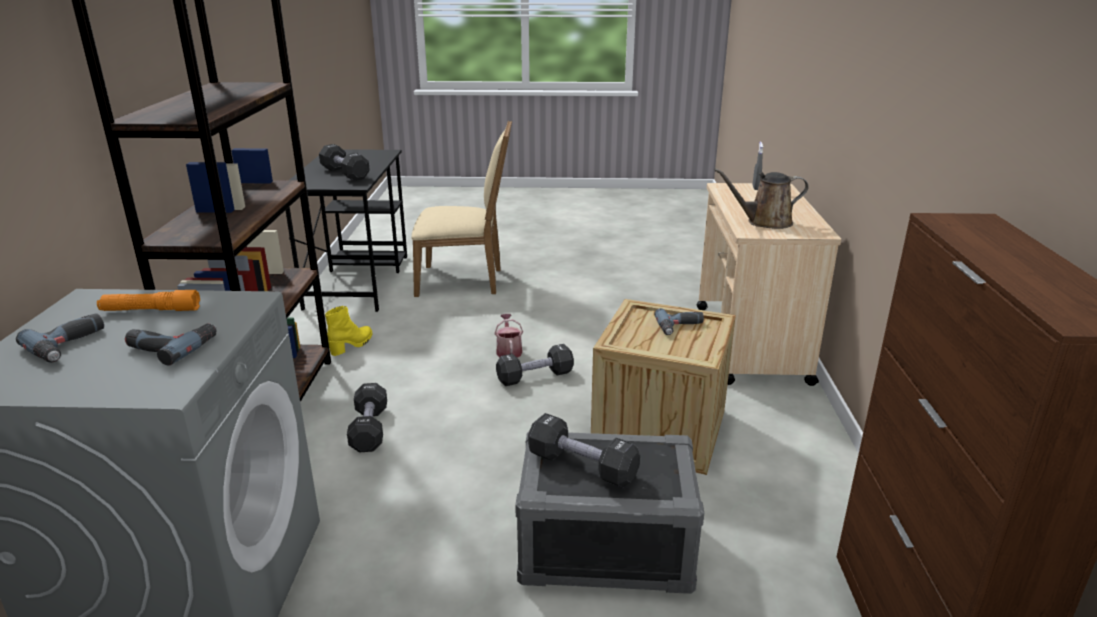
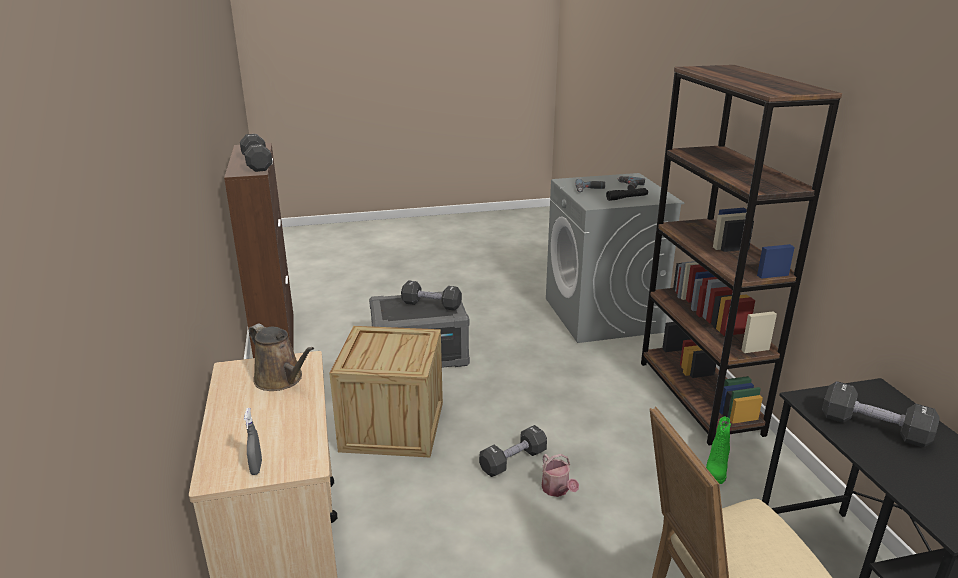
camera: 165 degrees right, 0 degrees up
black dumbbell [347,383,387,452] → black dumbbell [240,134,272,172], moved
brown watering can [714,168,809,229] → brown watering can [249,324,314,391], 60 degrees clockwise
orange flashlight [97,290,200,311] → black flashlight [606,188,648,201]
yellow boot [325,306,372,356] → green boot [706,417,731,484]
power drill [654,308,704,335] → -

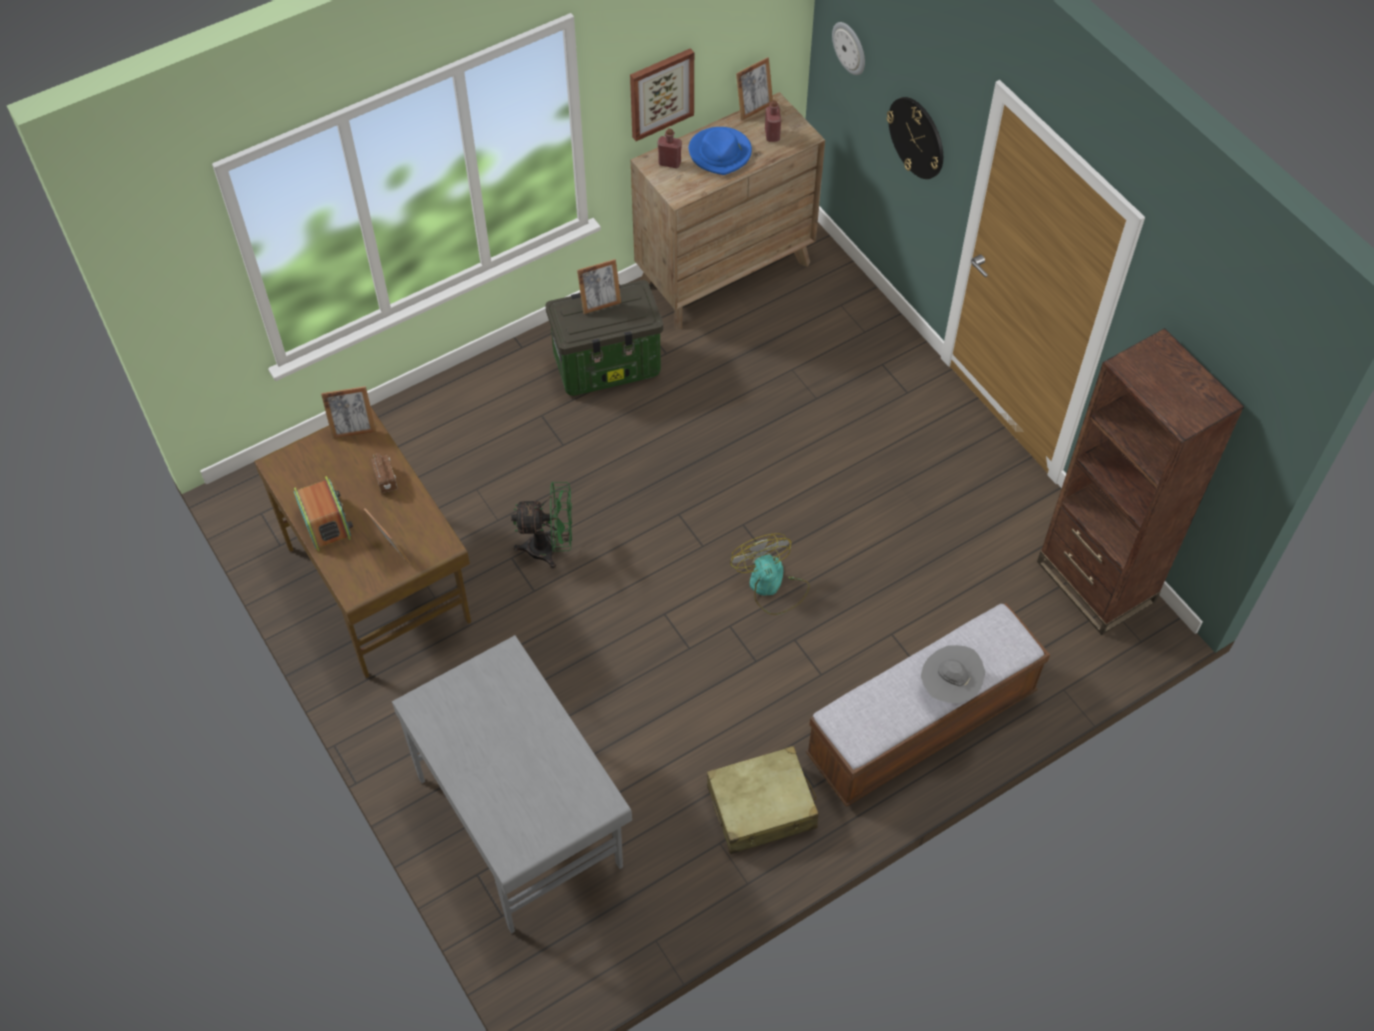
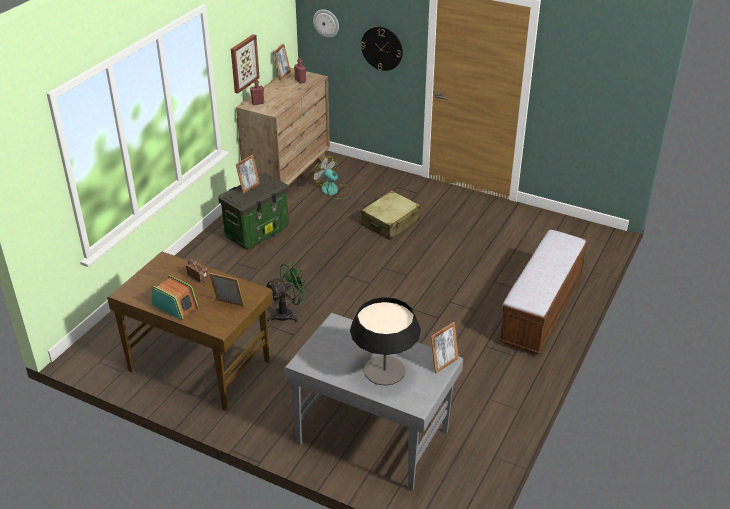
camera: 30 degrees left, 20 degrees down
fan [730,533,810,615] → fan [312,156,352,199], moved
- → table lamp [350,297,421,386]
beige suitcase [707,746,819,854] → beige suitcase [361,191,420,240], moved
picture frame [321,386,376,439] → picture frame [431,322,459,373], moved
blue hat [689,127,752,175] → -
grey hat [921,645,985,703] → -
brown bookcase [1037,328,1244,635] → -

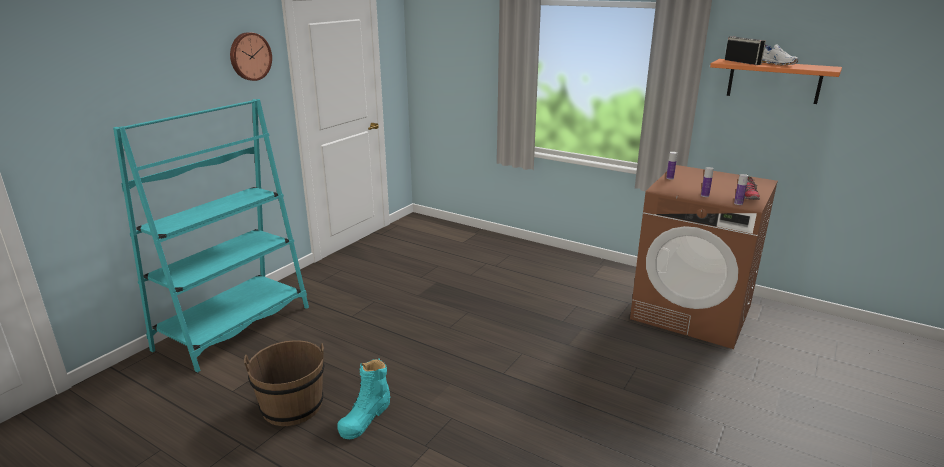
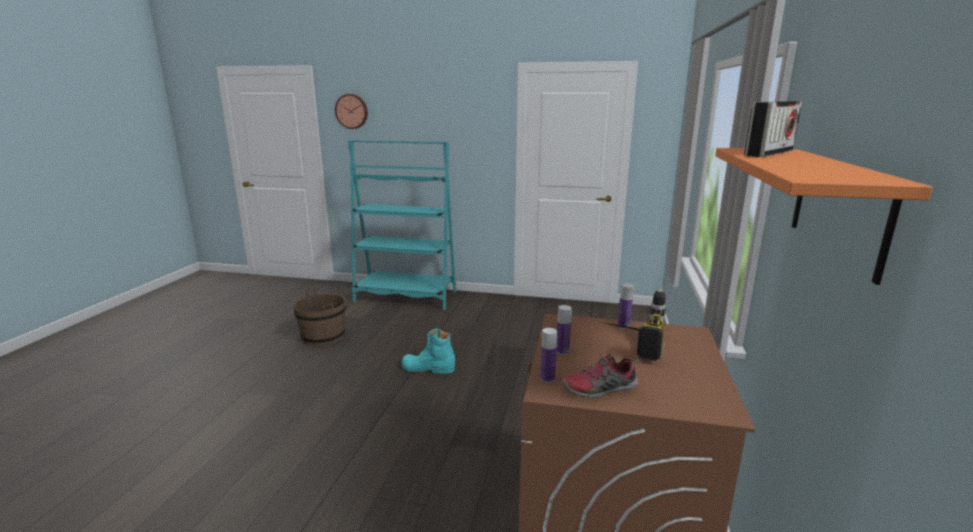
camera: 70 degrees right, 5 degrees down
wall clock [230,32,272,81] → wall clock [335,94,368,129], moved
turquoise boot [337,358,390,439] → turquoise boot [402,328,455,374], moved
- → power drill [601,286,666,361]
white shoe [762,45,798,66] → -

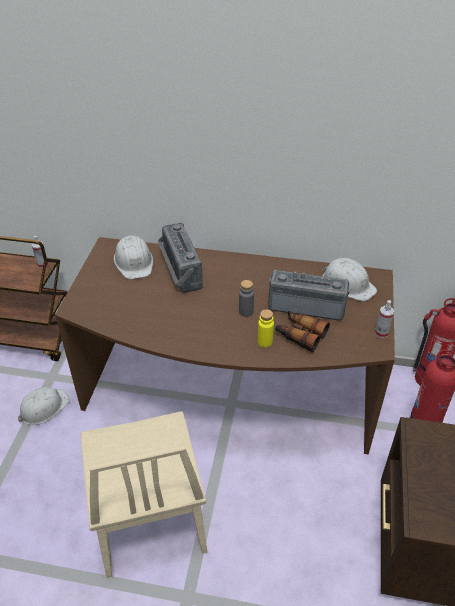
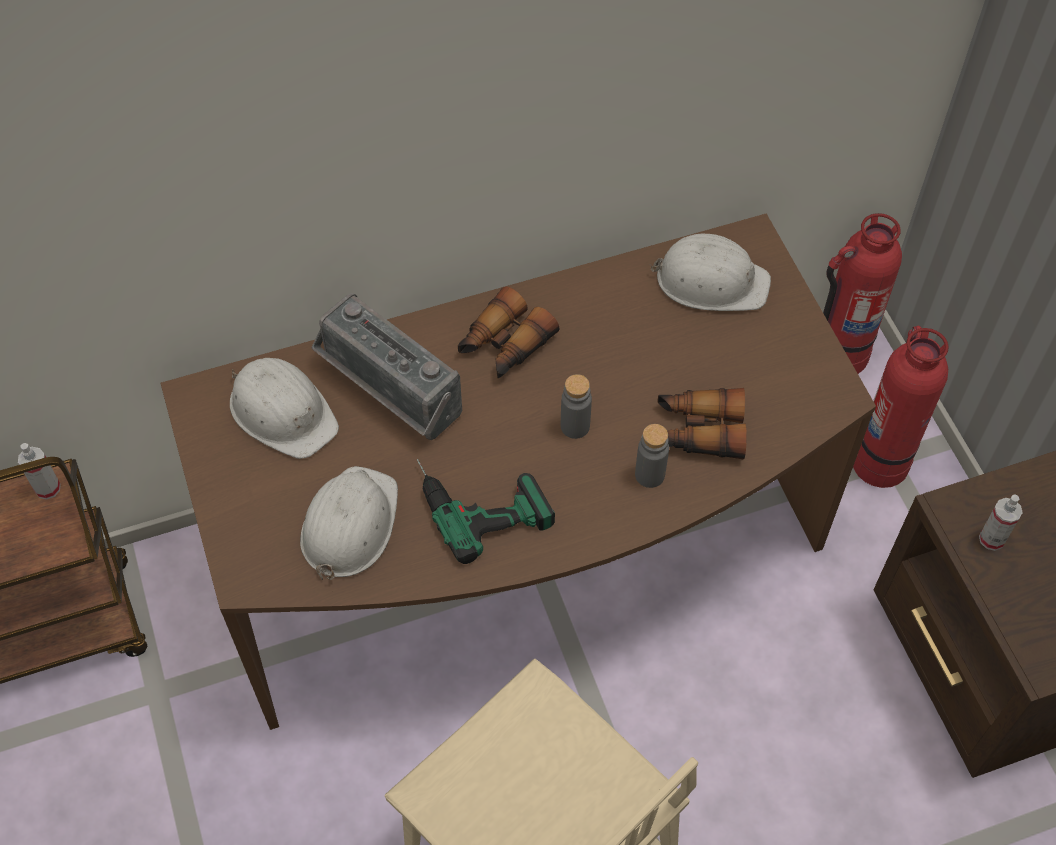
camera: 30 degrees left, 15 degrees up
white hard hat [18,387,70,425] → white hard hat [300,466,398,580], moved
- → power drill [417,459,555,564]
- → binoculars [458,286,560,378]
yellow bottle [258,309,274,347] → grey bottle [635,424,669,488]
spray bottle [375,300,394,338] → spray bottle [979,494,1023,551], moved
radio [268,269,350,321] → -

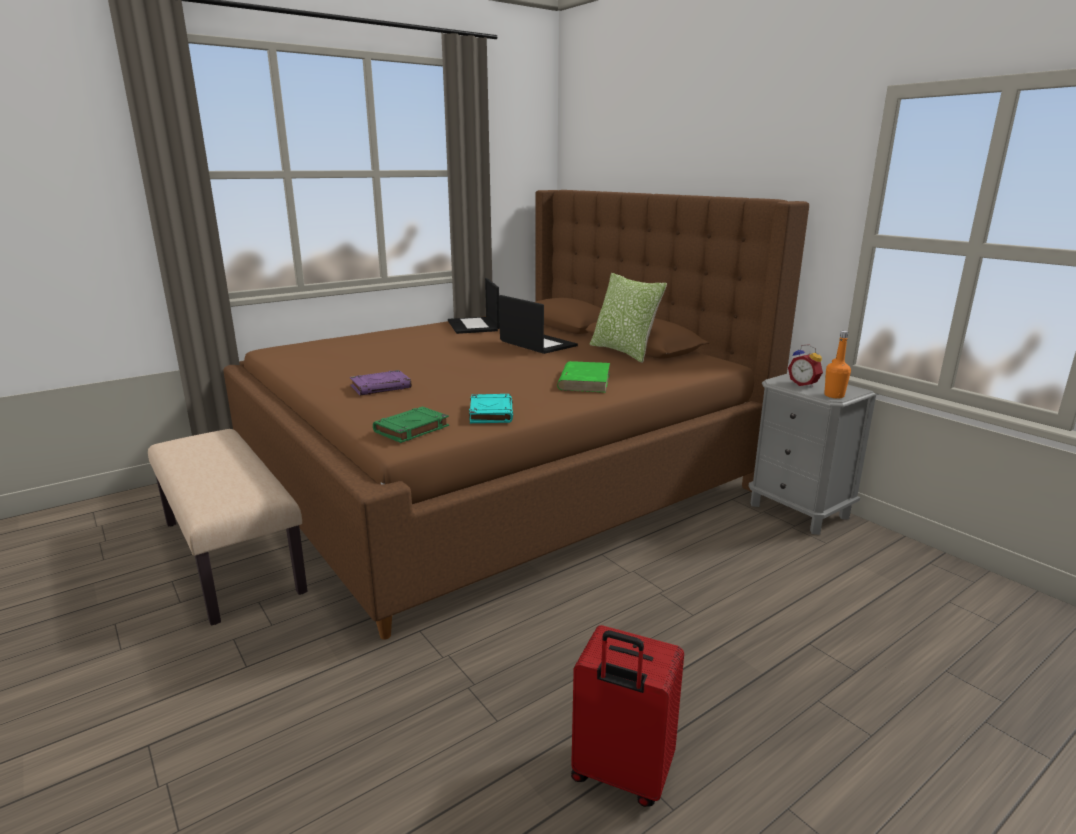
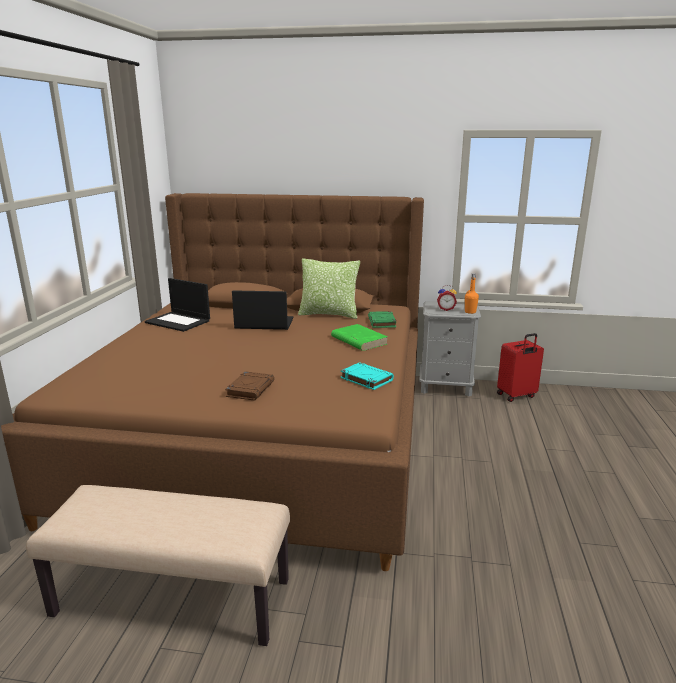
camera: 45 degrees left, 0 degrees up
purple book [350,370,411,396] → brown book [225,371,274,401]
green book [373,406,449,443] → green book [368,311,396,328], moved
red suitcase [571,625,684,807] → red suitcase [497,333,544,402], moved

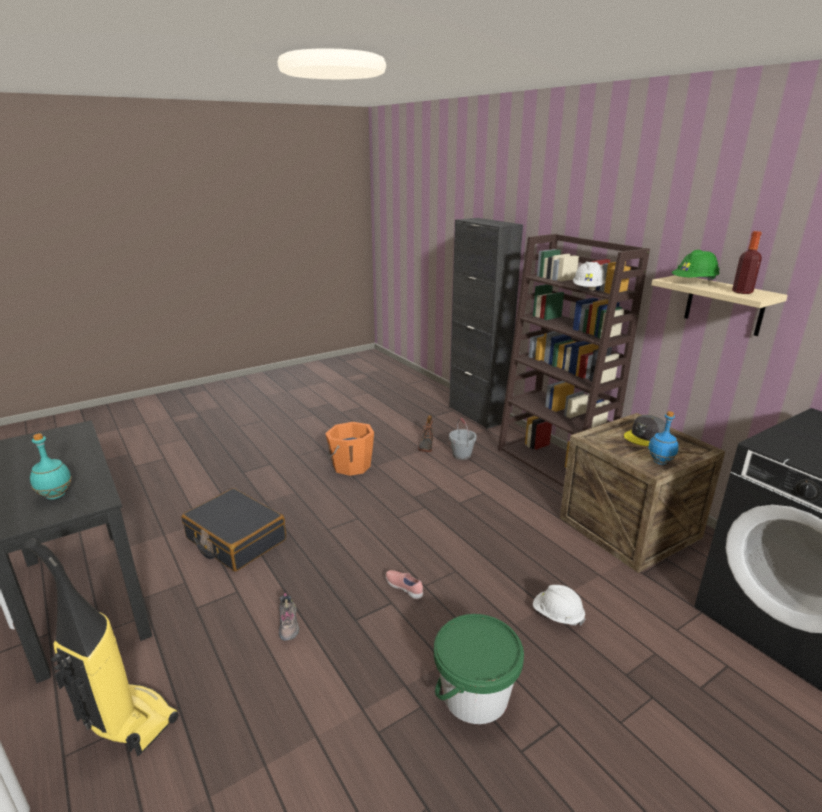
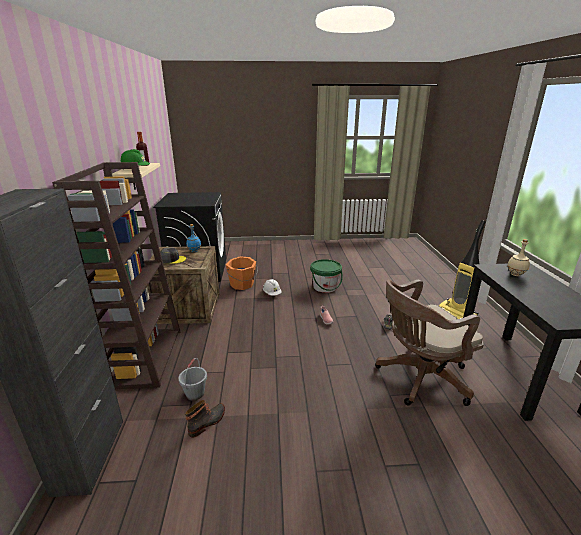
camera: 150 degrees left, 0 degrees up
orange bucket [325,422,374,476] → orange bucket [226,256,258,290], moved
black suitcase [181,488,286,571] → brown office chair [375,279,484,406]
turquoise bottle [30,433,72,499] → beige bottle [507,239,530,276]
white hard hat [573,261,605,287] → -

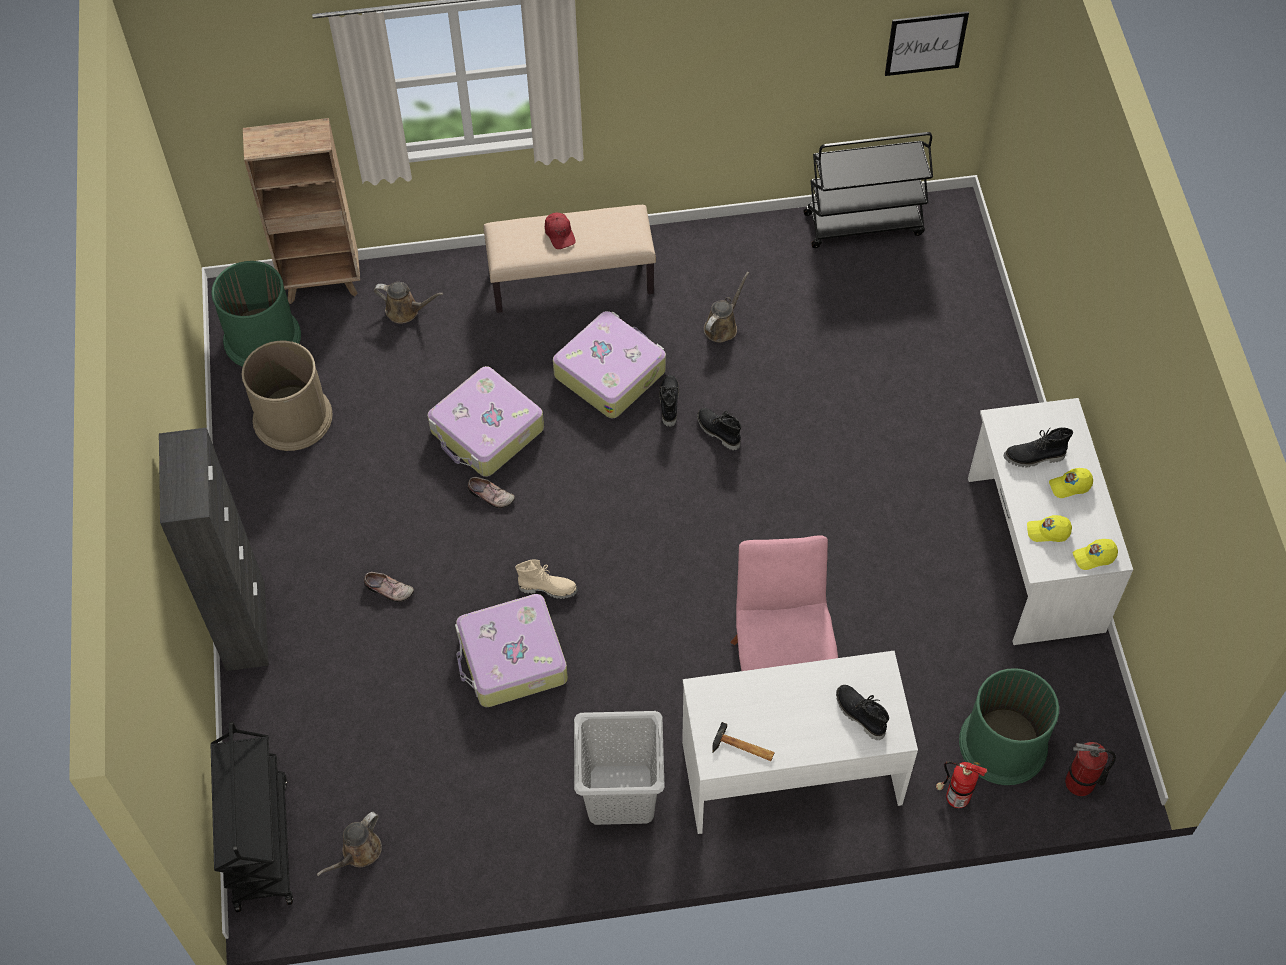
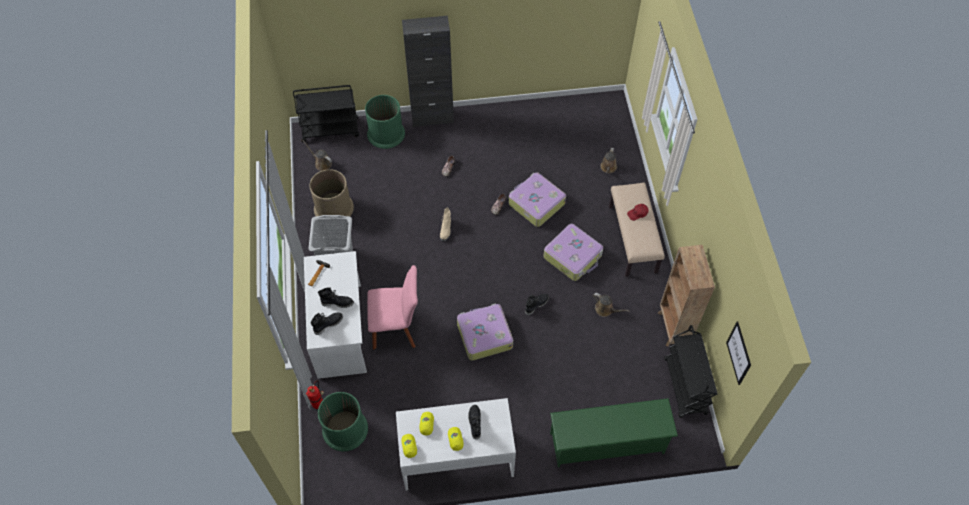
camera: 90 degrees right, 0 degrees up
brown trash can [242,341,333,451] → brown trash can [309,169,354,217], moved
black boot [659,375,679,427] → black boot [318,288,354,308], moved
green trash can [211,261,301,367] → green trash can [365,95,405,149], moved
suitcase [455,594,568,707] → suitcase [457,303,513,360], moved
- → green shoe rack [550,398,678,467]
brown bookcase [243,118,360,304] → brown bookcase [658,245,715,347], moved
fire extinguisher [1065,742,1116,796] → -

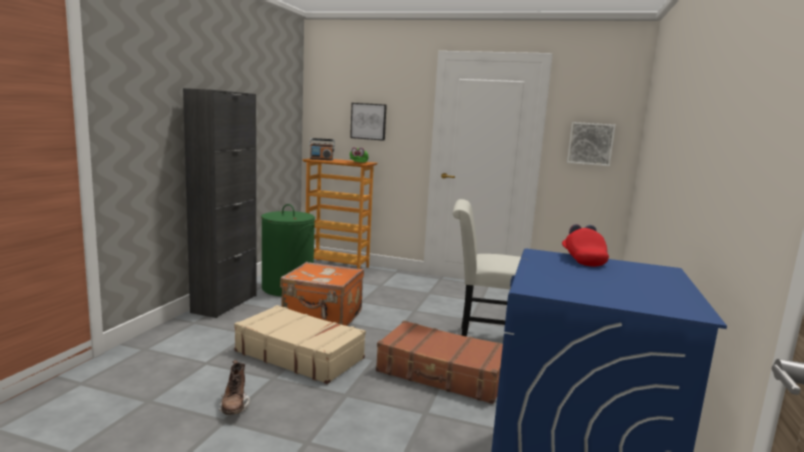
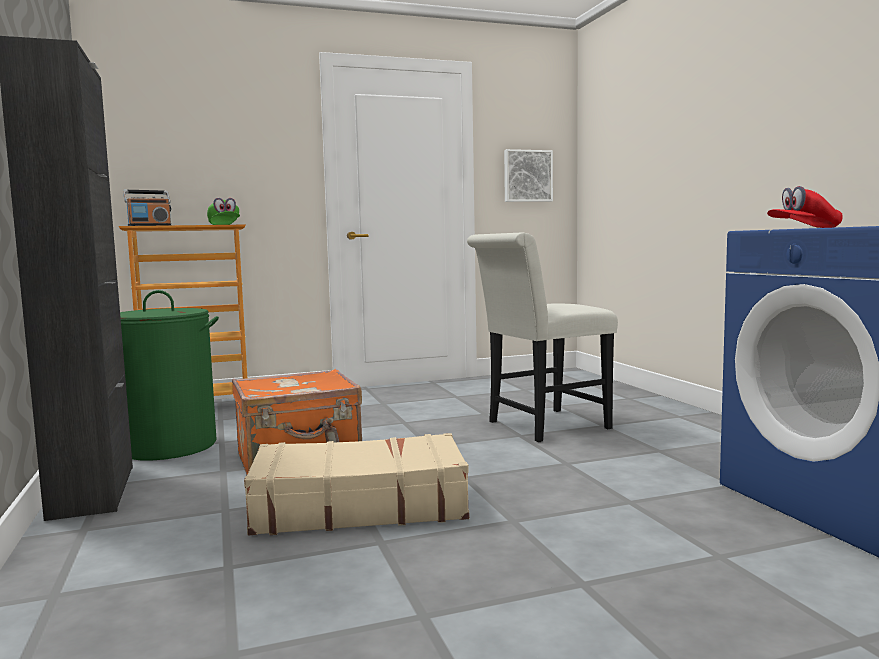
camera: 35 degrees left, 5 degrees down
red cap [562,224,609,267] → red cap [767,186,842,228], 60 degrees counterclockwise
brown boot [219,360,250,415] → -
picture [350,103,387,141] → -
brown suitcase [376,321,503,404] → -

